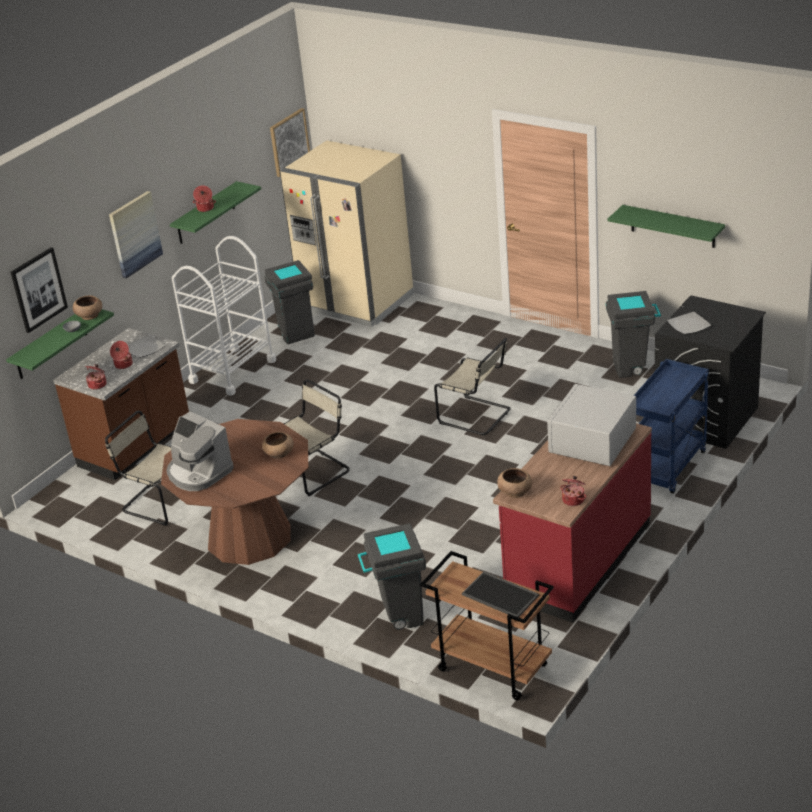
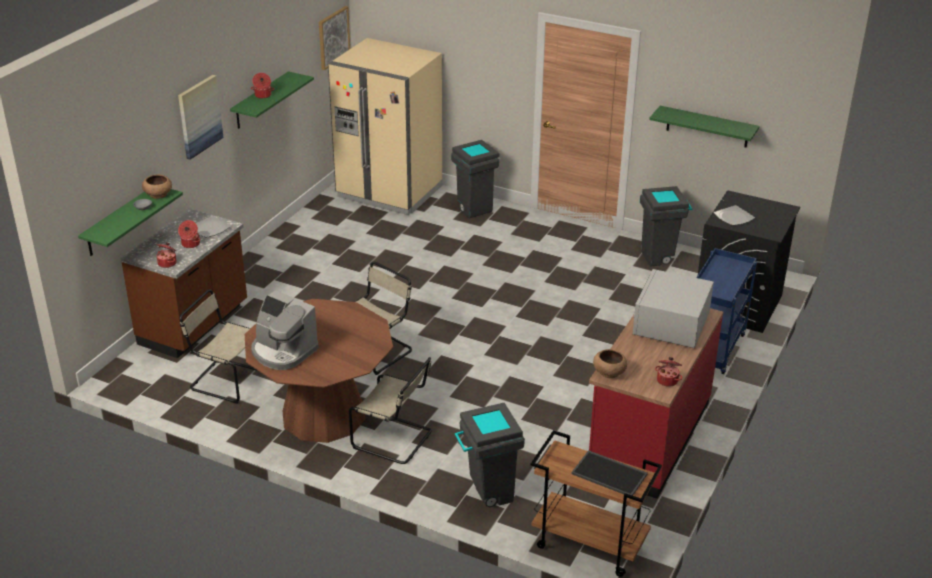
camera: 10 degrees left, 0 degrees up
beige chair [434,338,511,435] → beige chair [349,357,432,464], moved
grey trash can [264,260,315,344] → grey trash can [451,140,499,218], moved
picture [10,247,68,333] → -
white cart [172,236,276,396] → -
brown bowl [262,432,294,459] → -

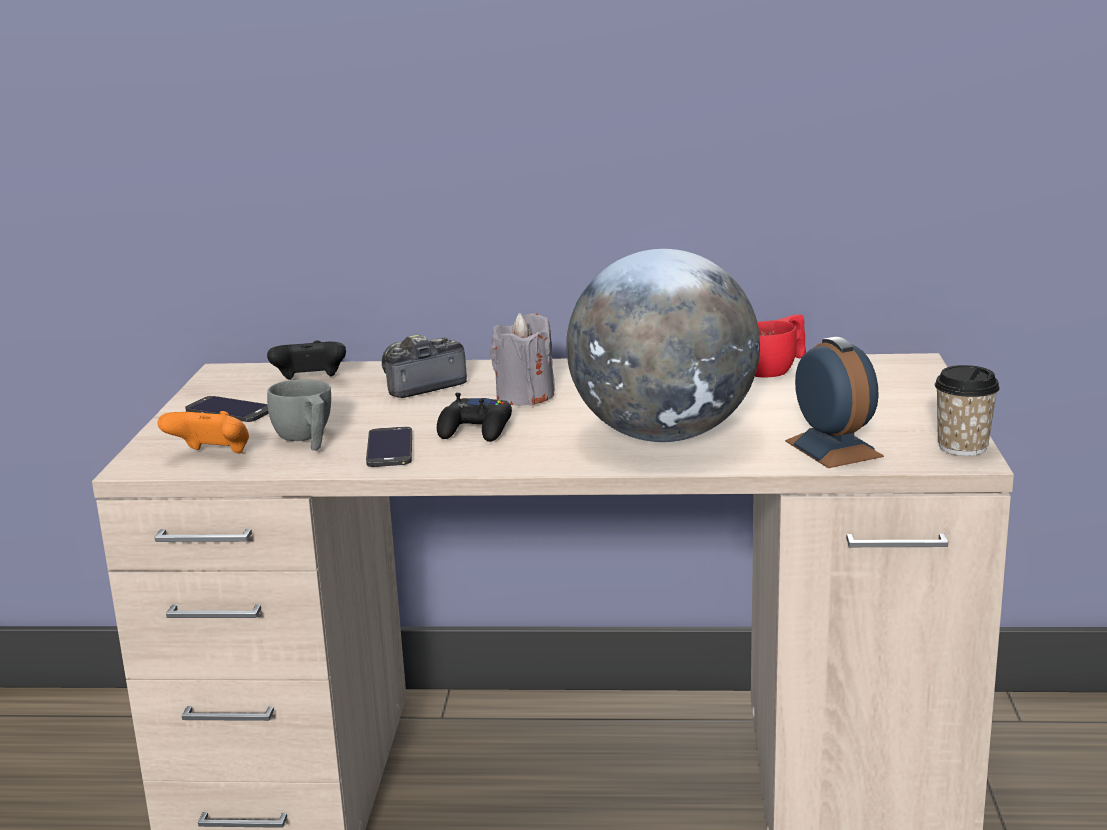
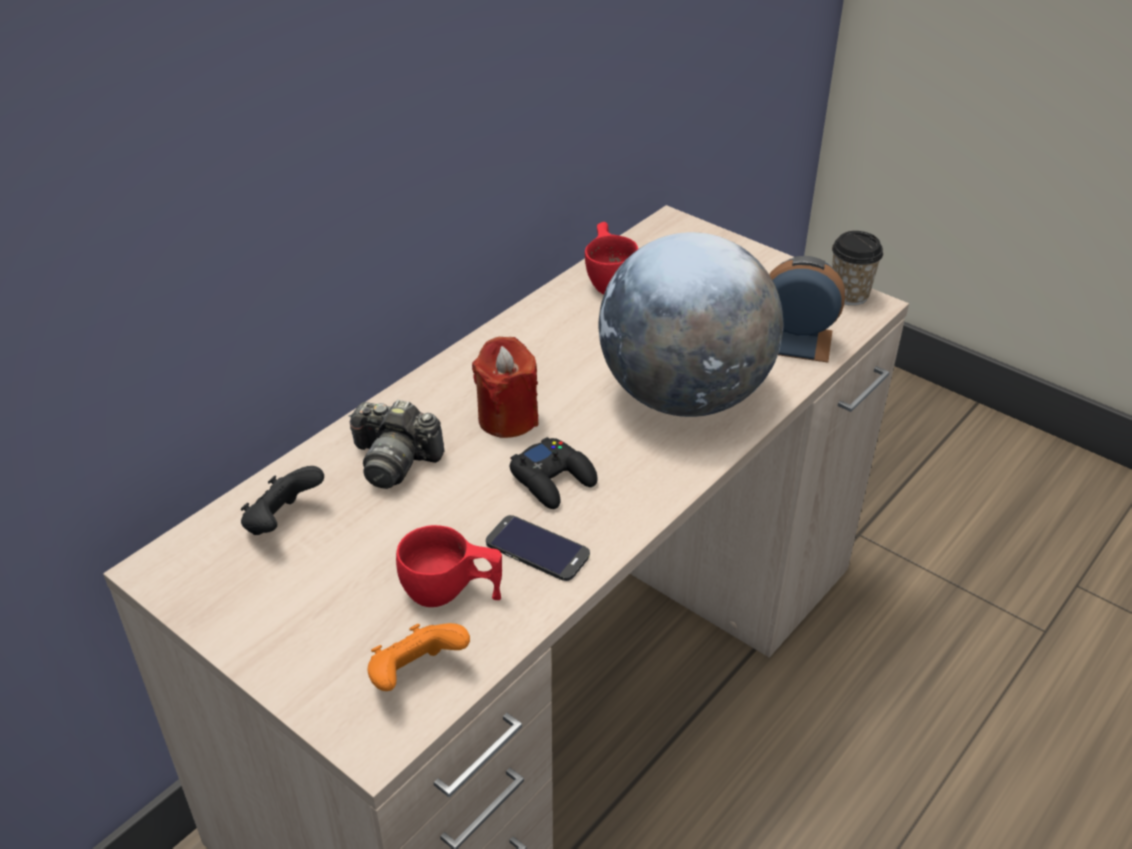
camera: 55 degrees left, 20 degrees up
photo camera [382,335,467,398] → photo camera [348,400,444,489], 75 degrees counterclockwise
grey cup [267,379,331,451] → red cup [396,525,502,607]
grey candle [490,313,555,406] → red candle [472,337,539,438]
phone [185,396,269,422] → -

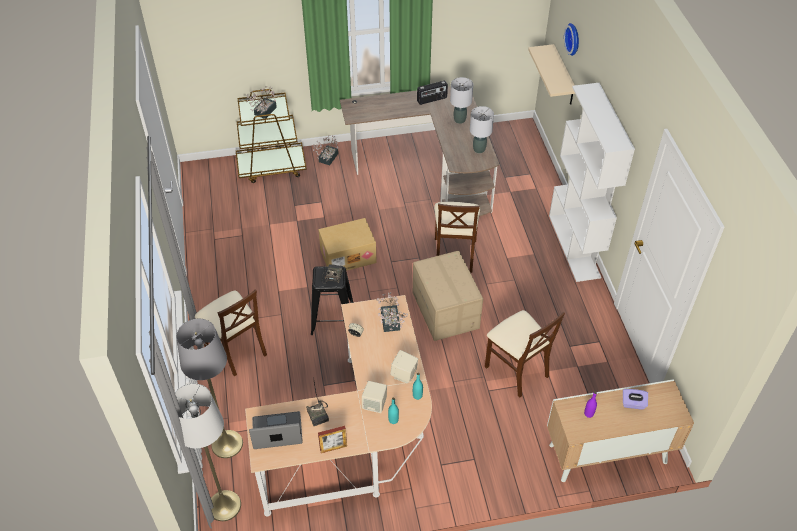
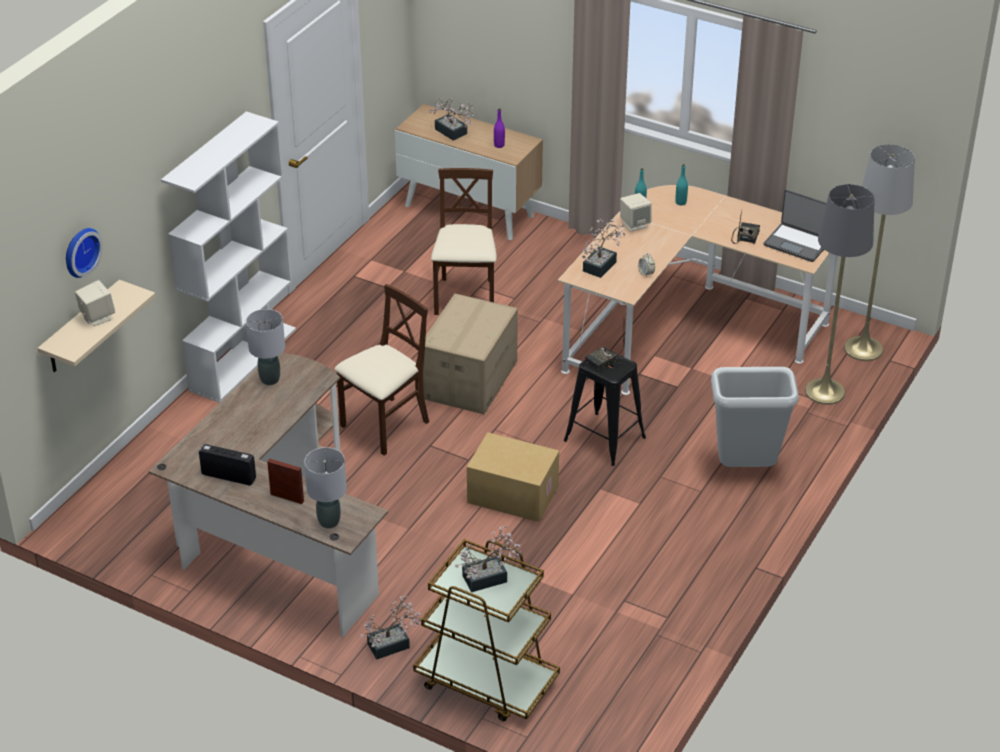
camera: 140 degrees left, 10 degrees down
beige speaker [362,381,387,413] → beige speaker [75,280,115,326], moved
picture frame [318,426,347,453] → picture frame [267,459,304,504], moved
grey table lamp [450,77,473,124] → grey table lamp [304,447,347,528], moved
purple tissue box [623,389,648,410] → potted plant [429,98,476,141]
beige chair [195,289,267,376] → grey trash can [711,367,799,467]

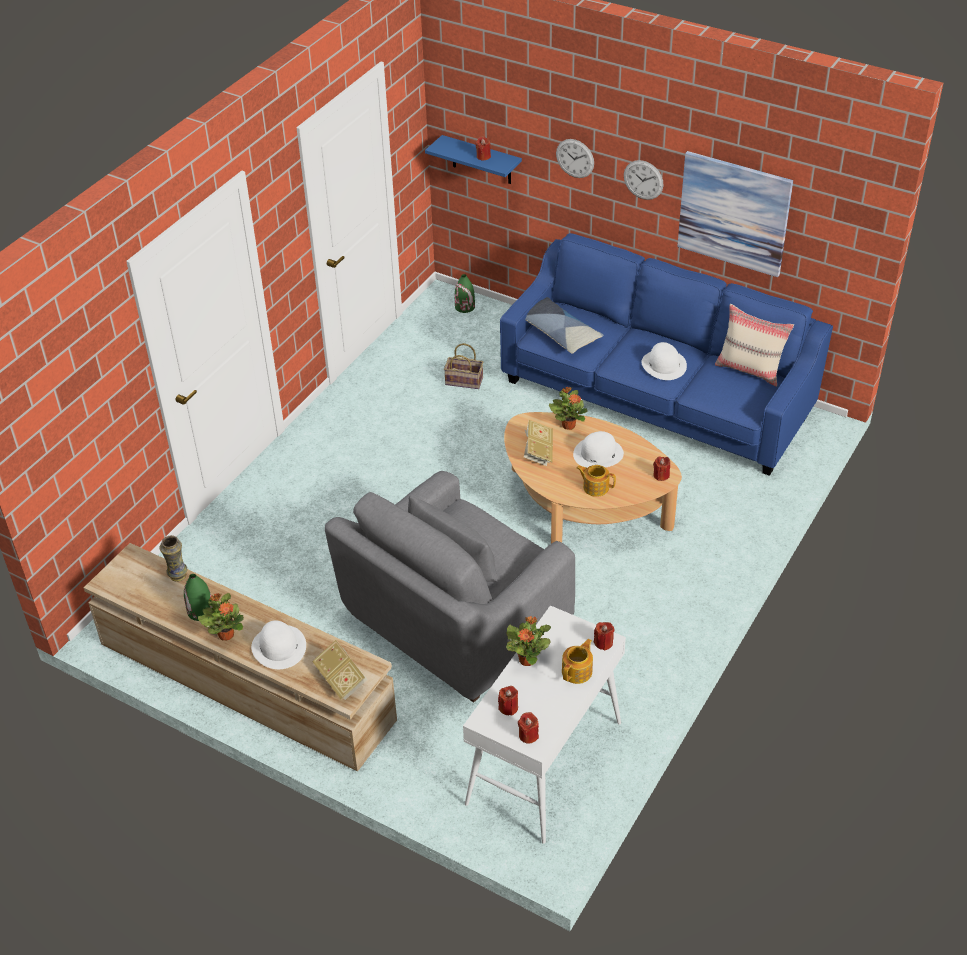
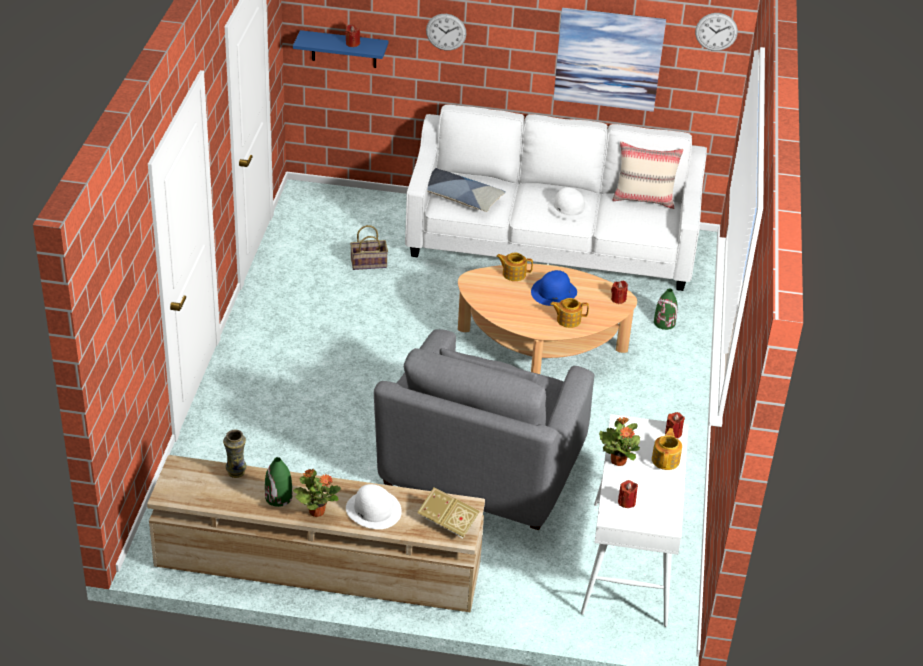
camera: 25 degrees left, 5 degrees down
blue sofa [500,233,833,476] → white sofa [405,105,707,291]
potted plant [549,387,588,430] → teapot [496,253,533,281]
white hat [573,431,624,468] → blue hat [531,270,577,306]
green vase [455,274,475,313] → green vase [654,289,678,330], moved
wall clock [624,160,663,200] → wall clock [695,13,738,51], moved
red candle [518,712,539,744] → -
book [524,420,553,466] → -

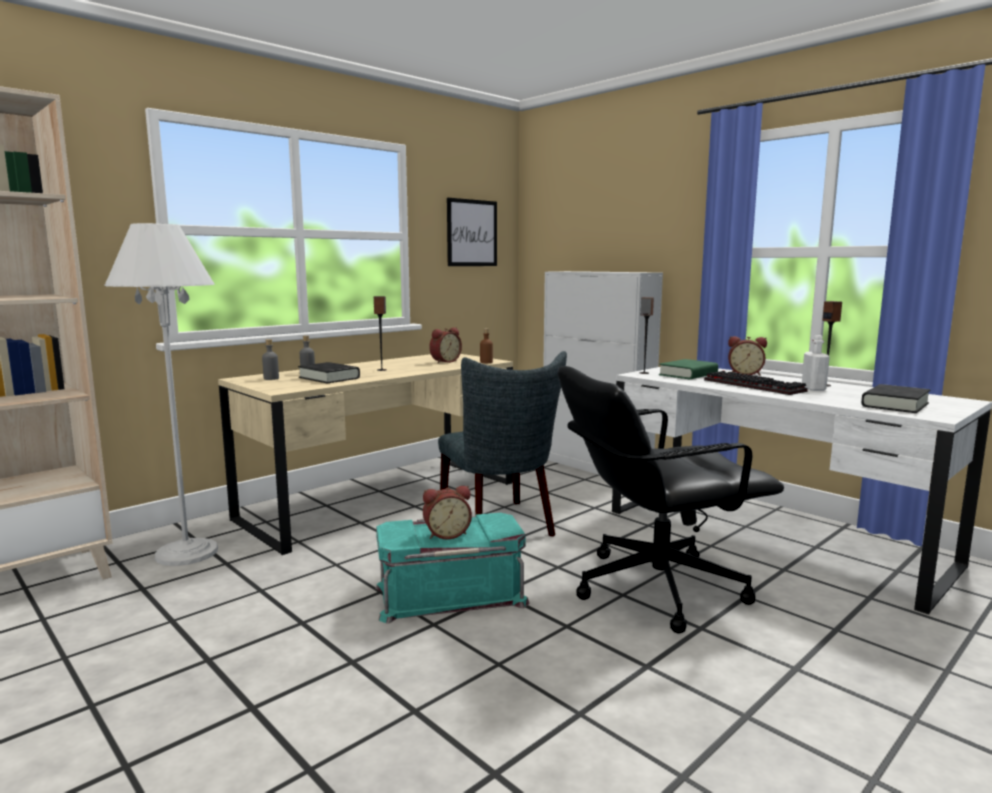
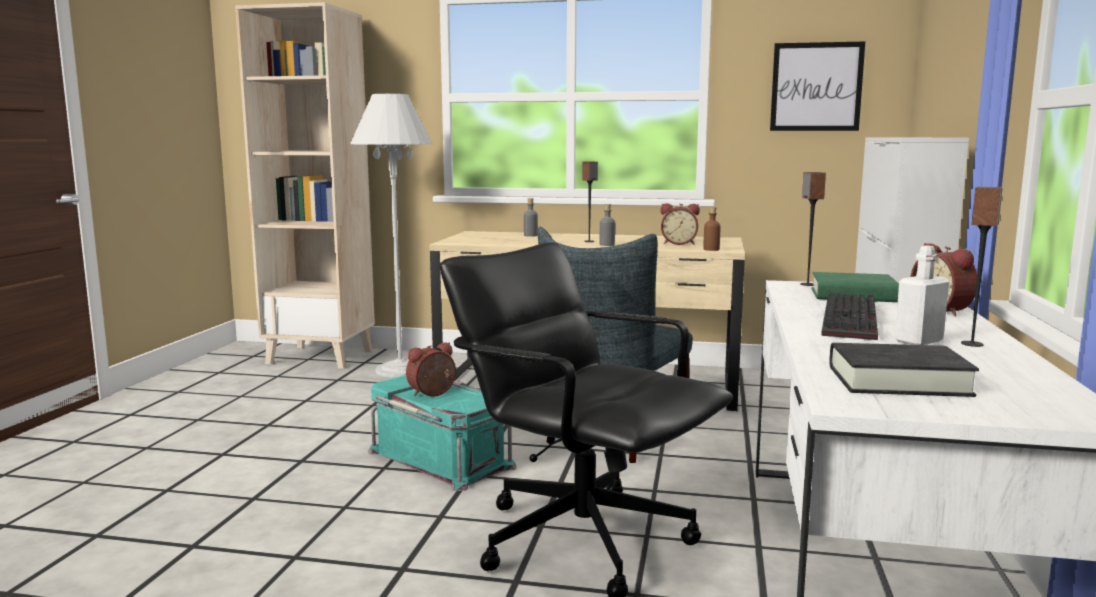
camera: 55 degrees right, 0 degrees up
alarm clock [423,486,472,540] → alarm clock [406,342,456,396], 105 degrees clockwise
grey bottle [262,339,279,380] → grey bottle [600,204,615,246], moved
black book [298,362,360,384] → -

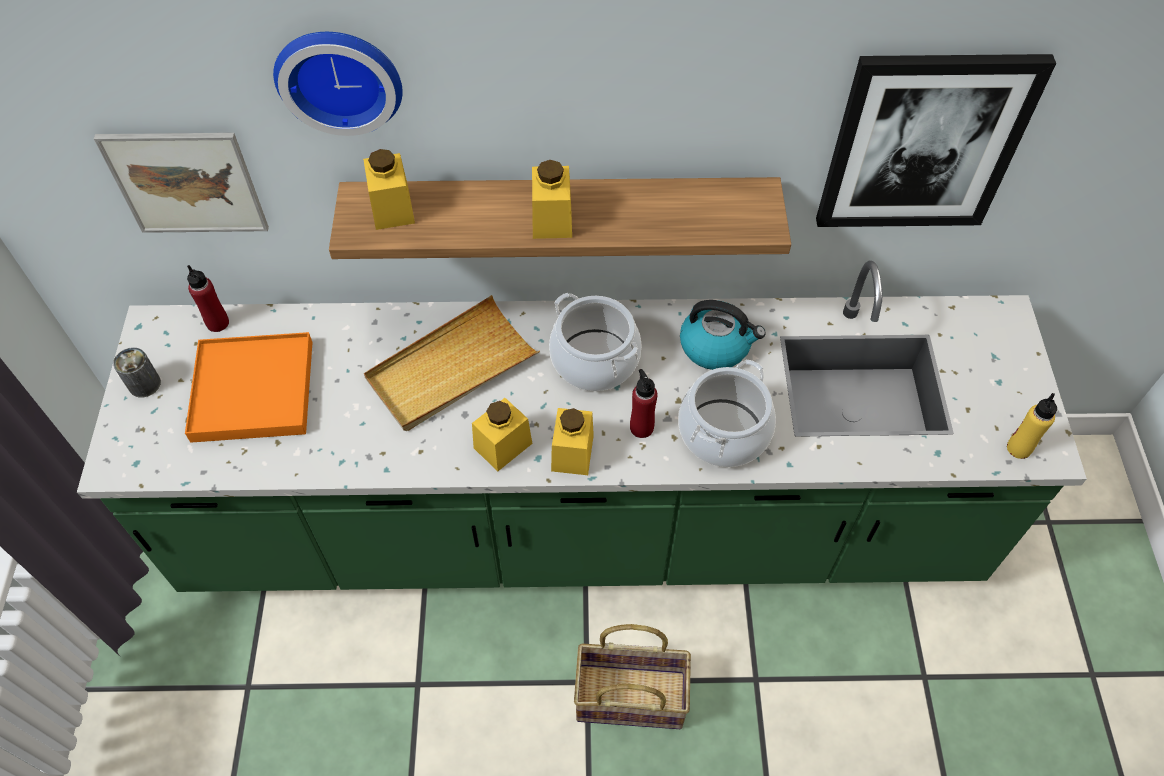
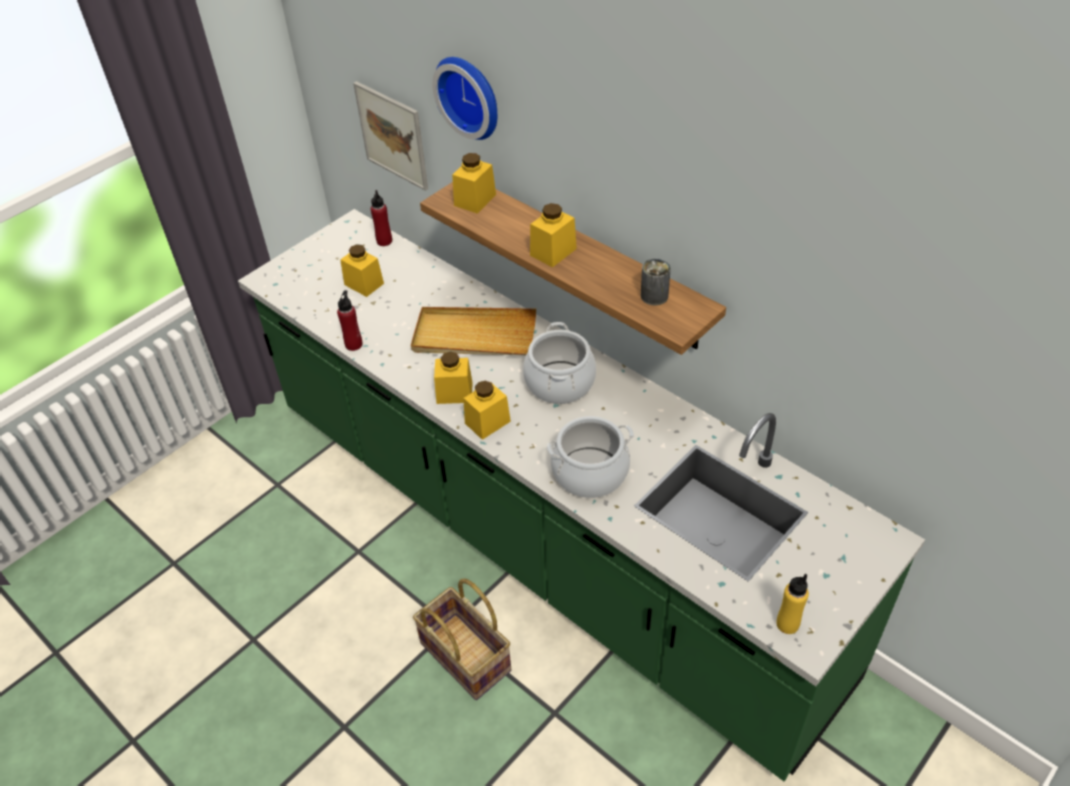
camera: 45 degrees right, 10 degrees down
red bottle [630,369,658,438] → red bottle [337,290,363,351], moved
orange tray [185,332,312,443] → yellow jar [340,244,384,297]
can [113,347,161,398] → can [641,259,671,306], moved
kettle [680,300,766,370] → -
picture [816,54,1056,227] → -

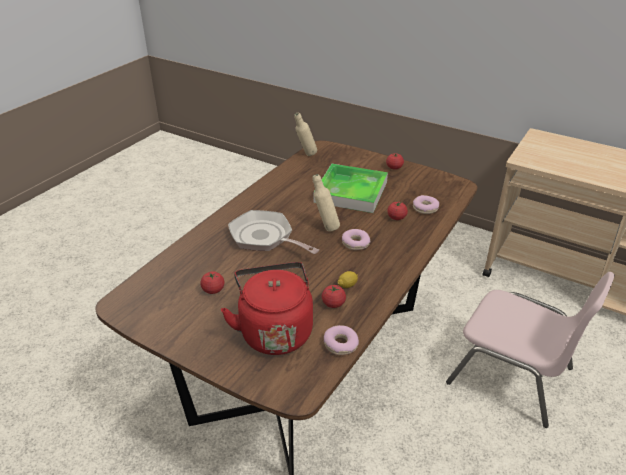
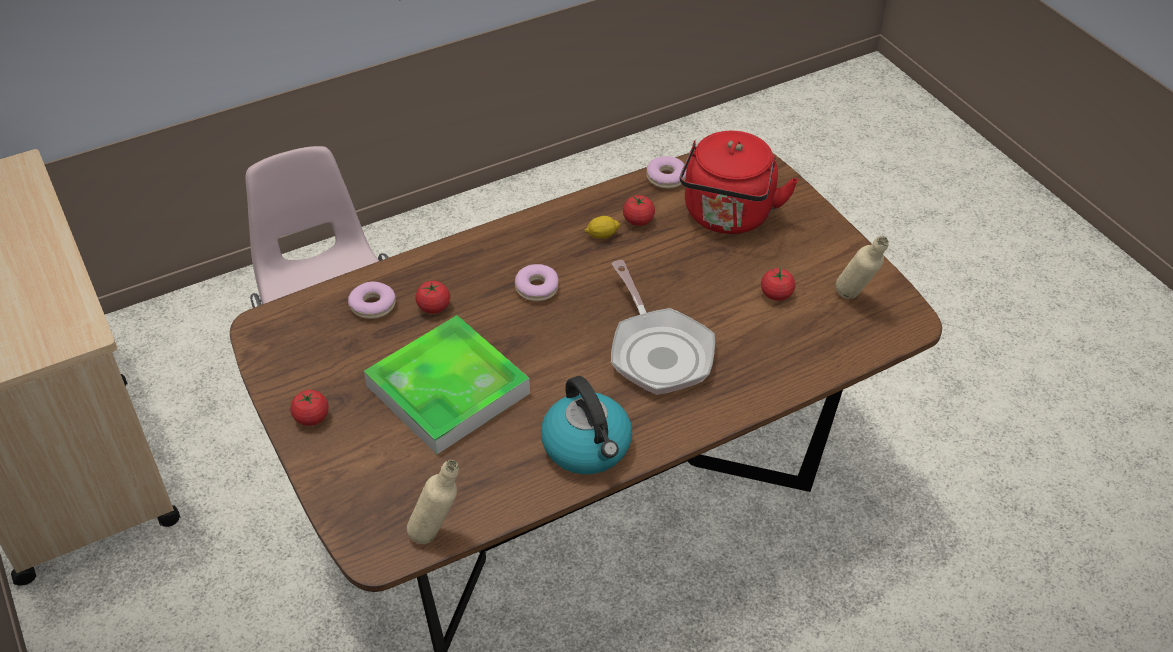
camera: 150 degrees left, 10 degrees up
- → kettle [541,376,632,474]
beige bottle [312,174,340,232] → beige bottle [836,236,889,299], moved

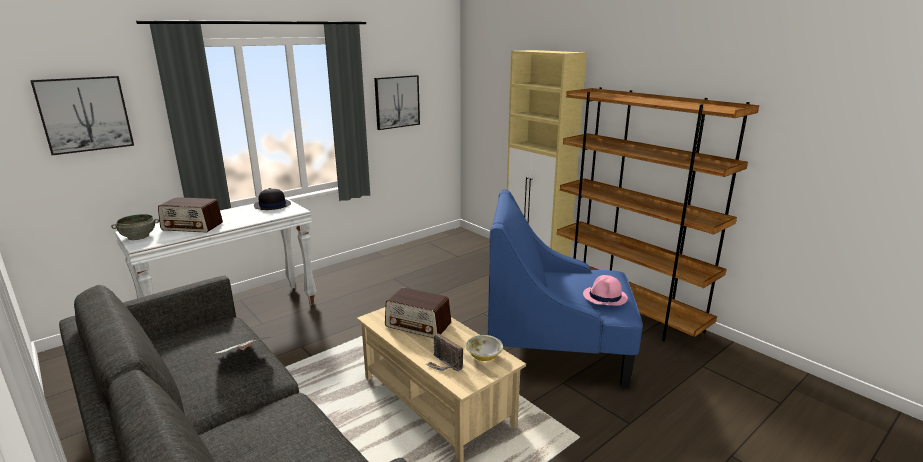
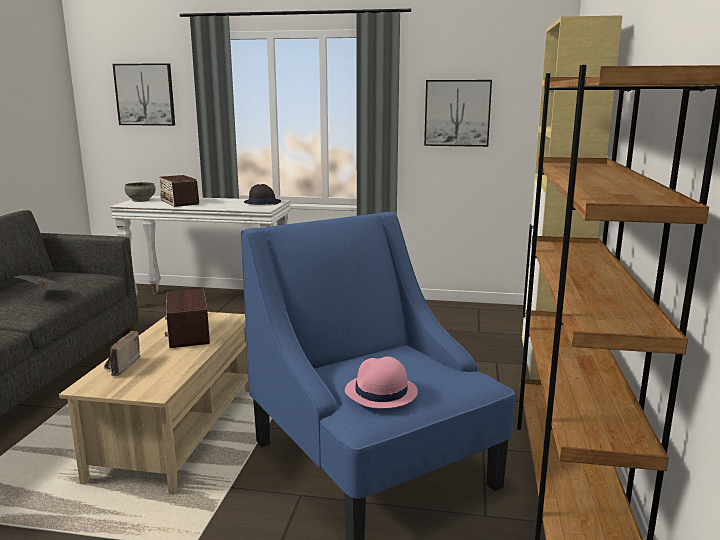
camera: 50 degrees right, 5 degrees down
bowl [466,335,503,361] → -

